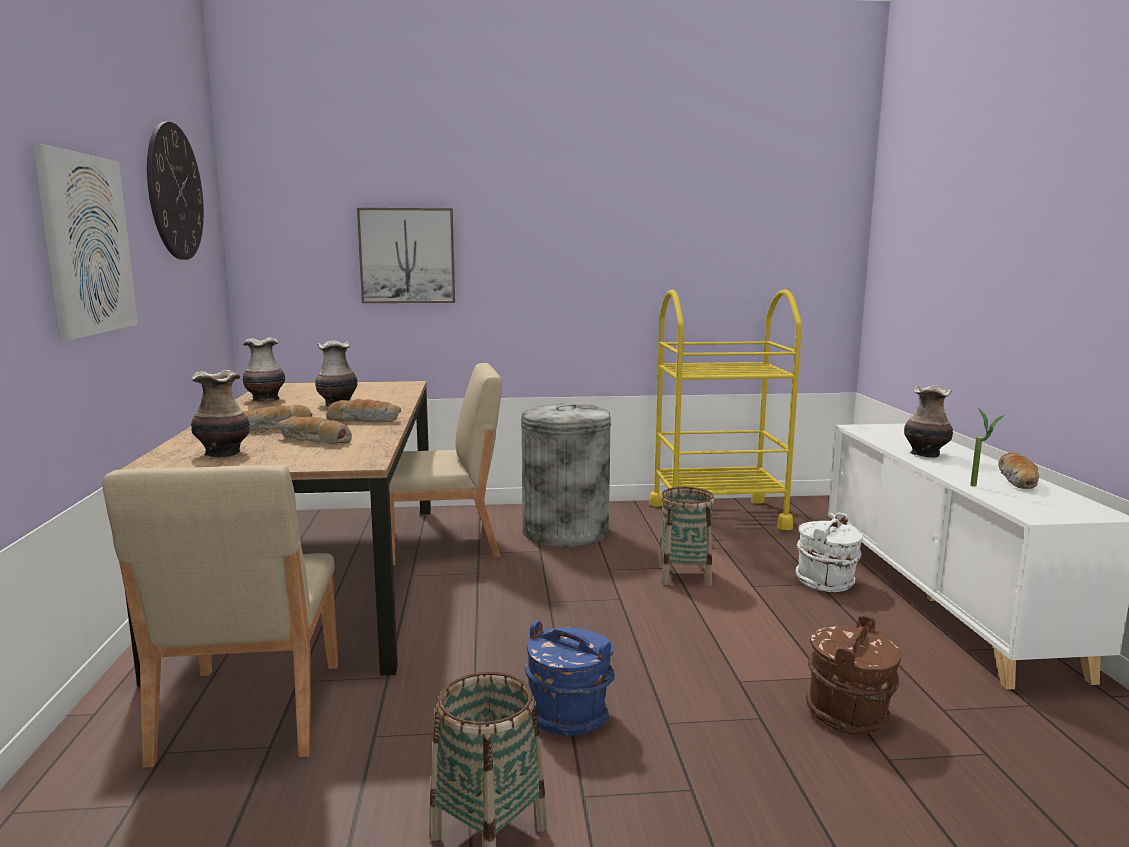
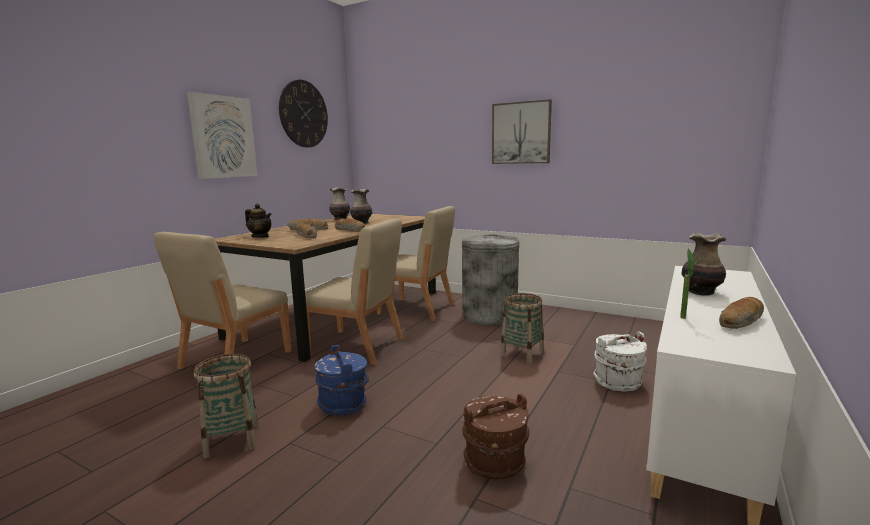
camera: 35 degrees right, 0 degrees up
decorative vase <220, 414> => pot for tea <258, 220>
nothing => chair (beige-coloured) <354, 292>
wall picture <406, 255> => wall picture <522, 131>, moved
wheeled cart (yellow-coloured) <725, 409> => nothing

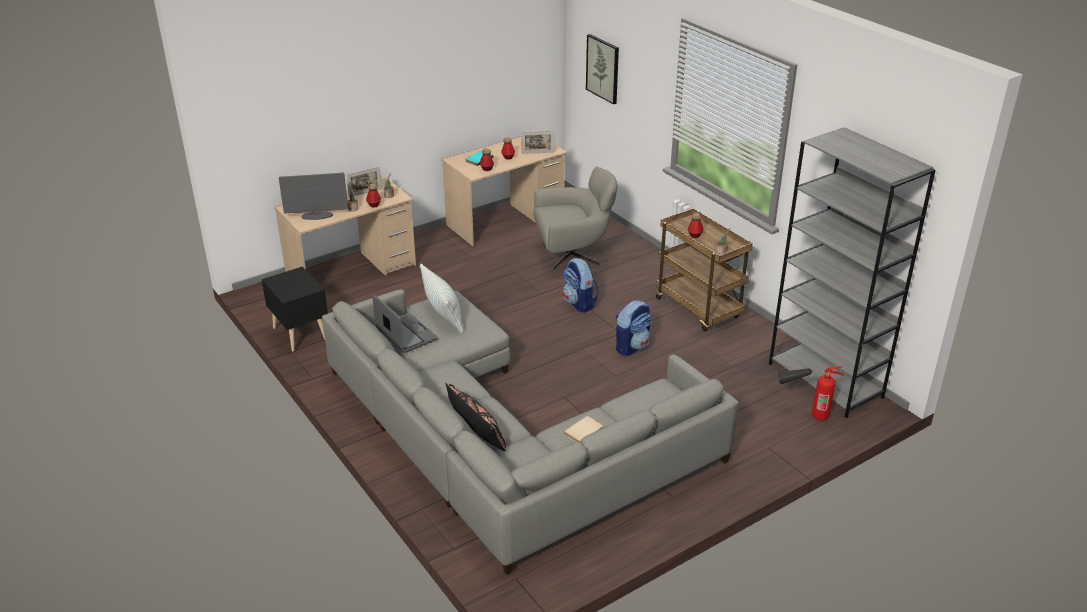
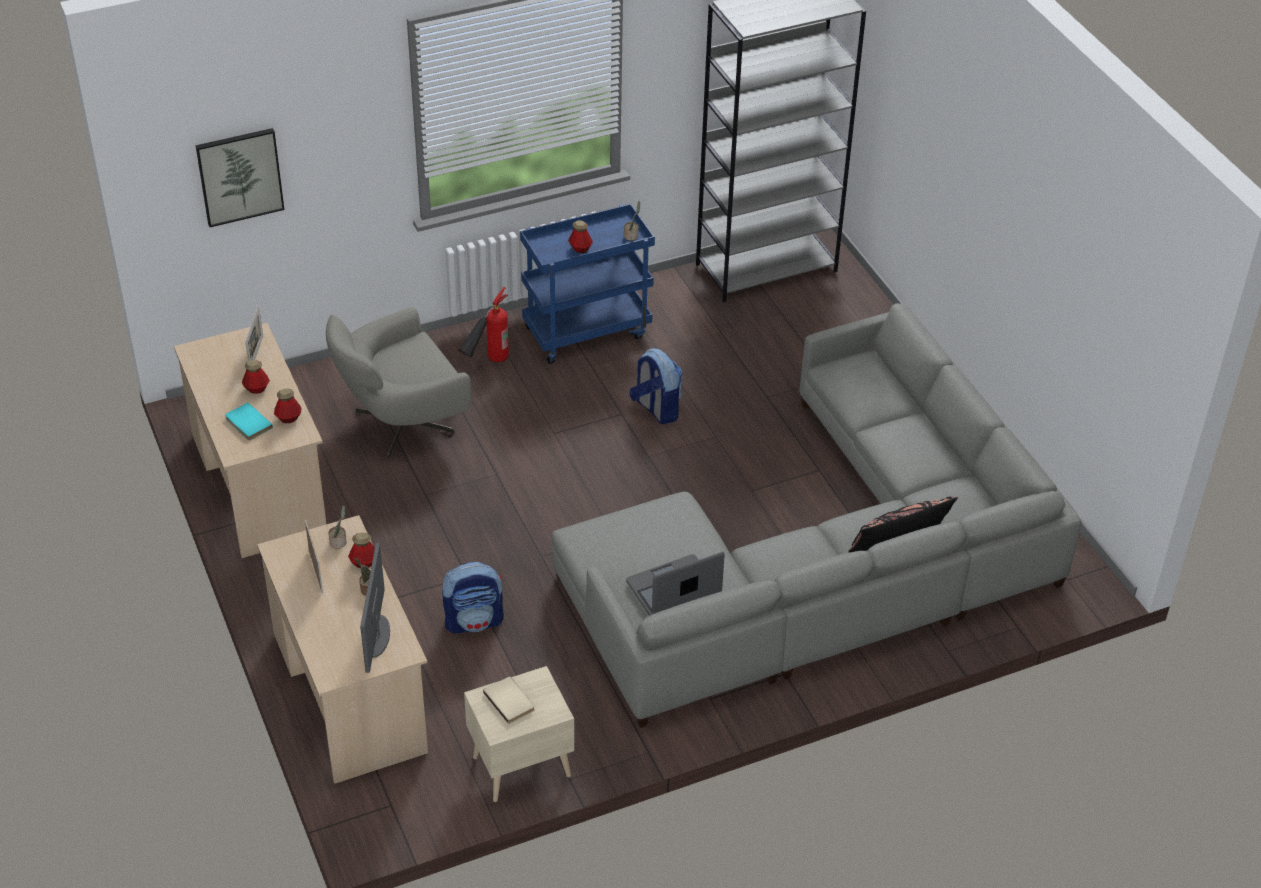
camera: 80 degrees left, 10 degrees up
armchair (gray) <575, 218> => armchair (gray) <398, 382>, 120 degrees counterclockwise
backpack <581, 285> => backpack <473, 597>, moved
fire extinguisher <811, 393> => fire extinguisher <483, 324>, moved
bedside table (blackish) <295, 308> => bedside table (beige-coloured) <519, 734>
bound book (beige-coloured) <583, 429> => bound book (beige-coloured) <509, 700>, moved
wheeled cart (brownish) <704, 269> => wheeled cart (blue-coloured) <587, 284>
cushion <441, 299> => nothing

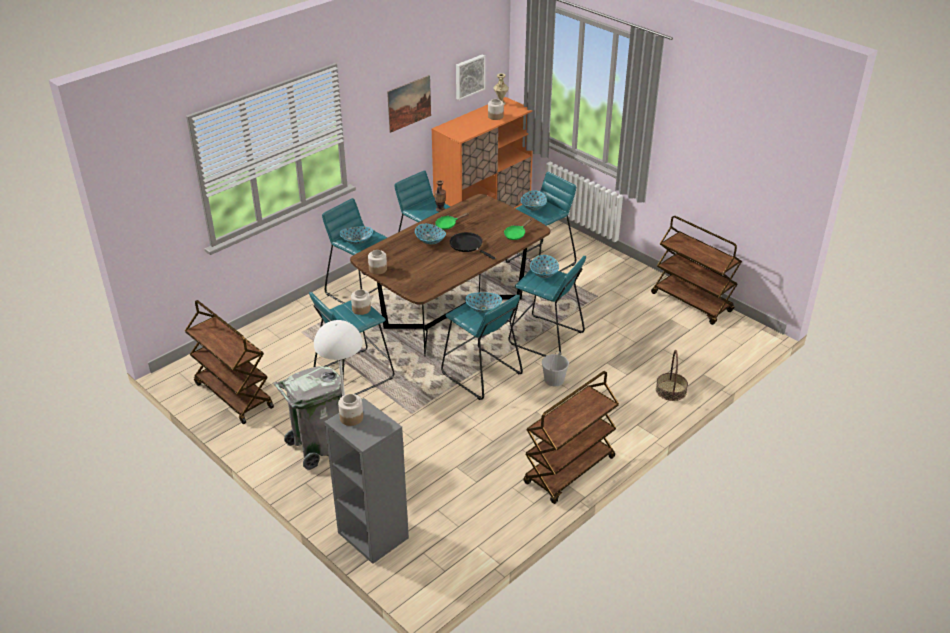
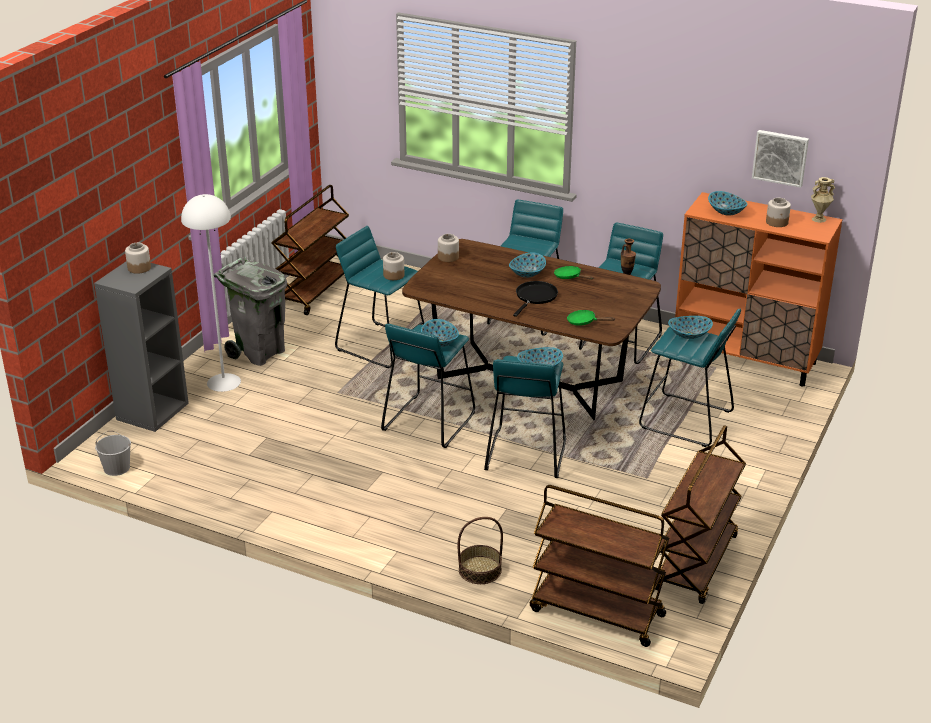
camera: 70 degrees right, 5 degrees down
bucket (whitish) <555, 368> => bucket (whitish) <113, 453>, moved
wheeled cart (brownish) <571, 437> => wheeled cart (brownish) <599, 566>, moved
serving bowl <356, 235> => serving bowl <728, 203>, moved
wall picture <409, 104> => nothing

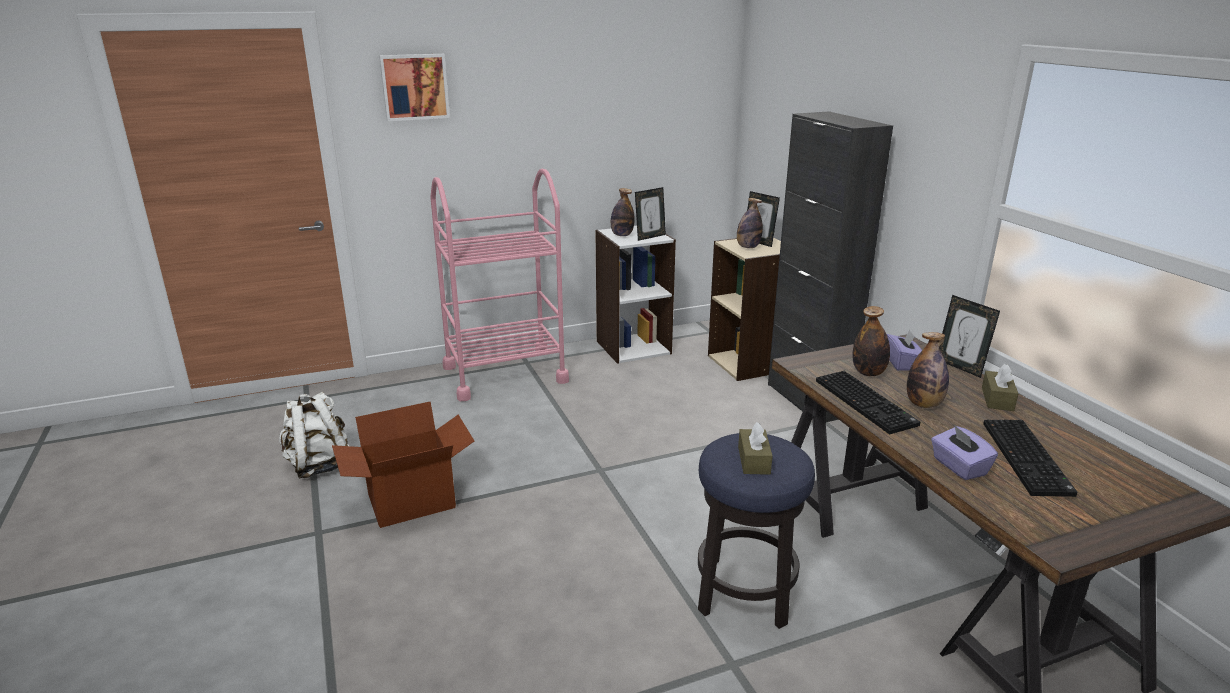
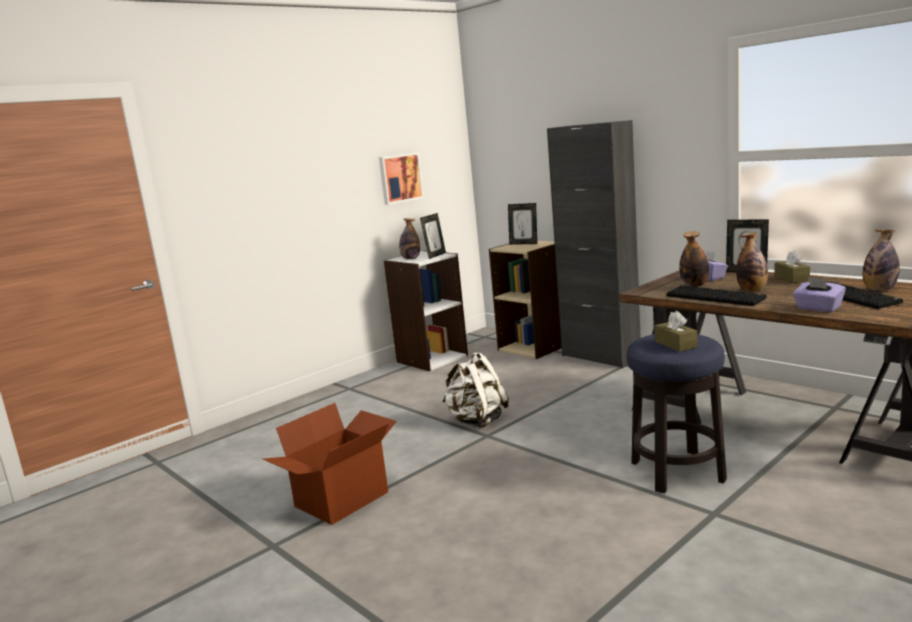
camera: 20 degrees left, 10 degrees down
wall picture <414, 87> => wall picture <401, 178>, moved
backpack (whitish) <314, 435> => backpack (whitish) <475, 390>, moved
bottle <750, 223> => bottle <881, 260>, moved
wheeled cart (pink-coloured) <499, 285> => nothing

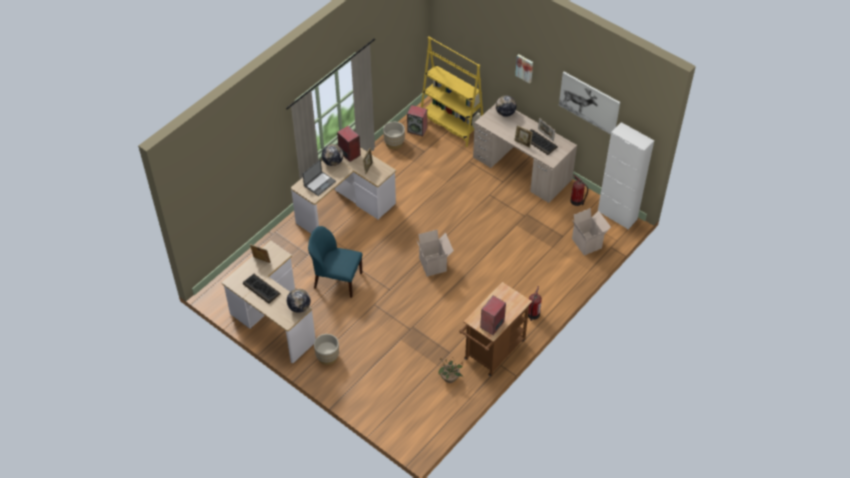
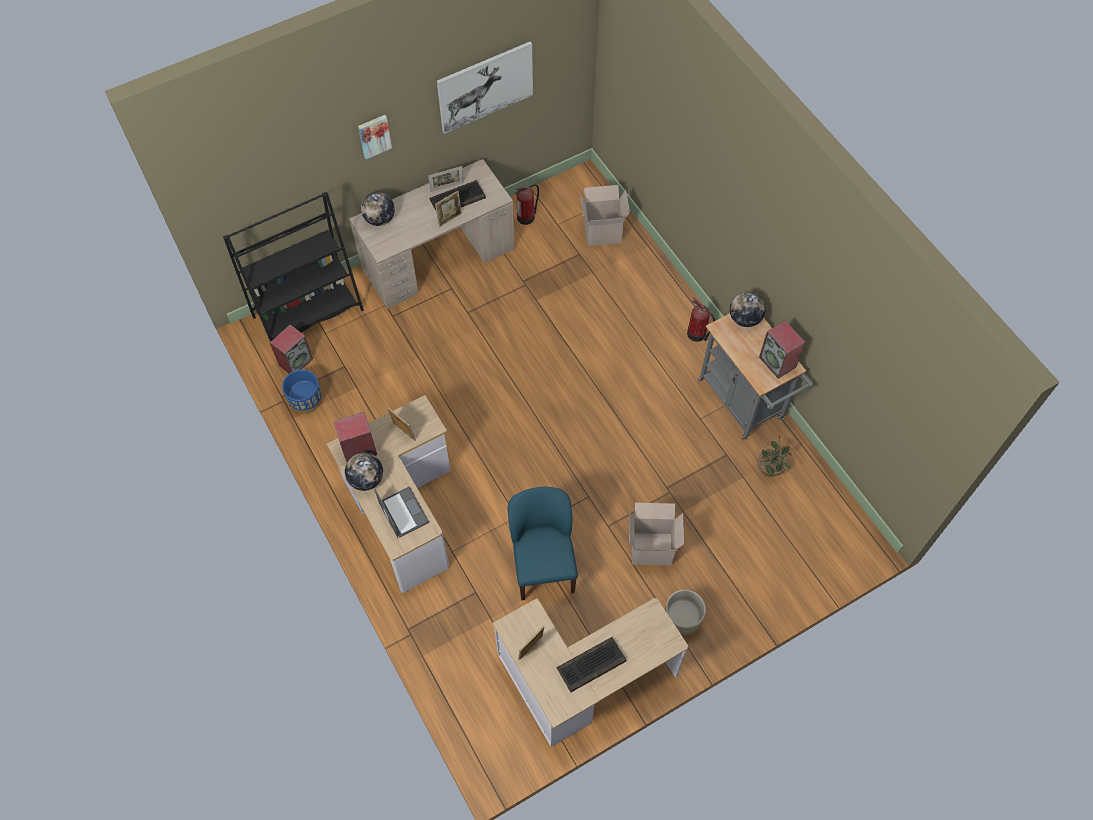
camera: 70 degrees left, 10 degrees up
bookcase (yellow-coloured) <452, 91> => bookcase (blackish) <293, 267>
planter (beige-coloured) <394, 135> => planter (blue-coloured) <301, 391>
chair (blue-coloured) <335, 262> => chair (blue-coloured) <543, 543>, 135 degrees clockwise
packing box <435, 253> => packing box <656, 533>, moved
wheeled cart (brownish) <495, 329> => wheeled cart (gray) <755, 376>
globe <299, 301> => globe <748, 309>, moved
cabinet (whitish) <626, 175> => nothing

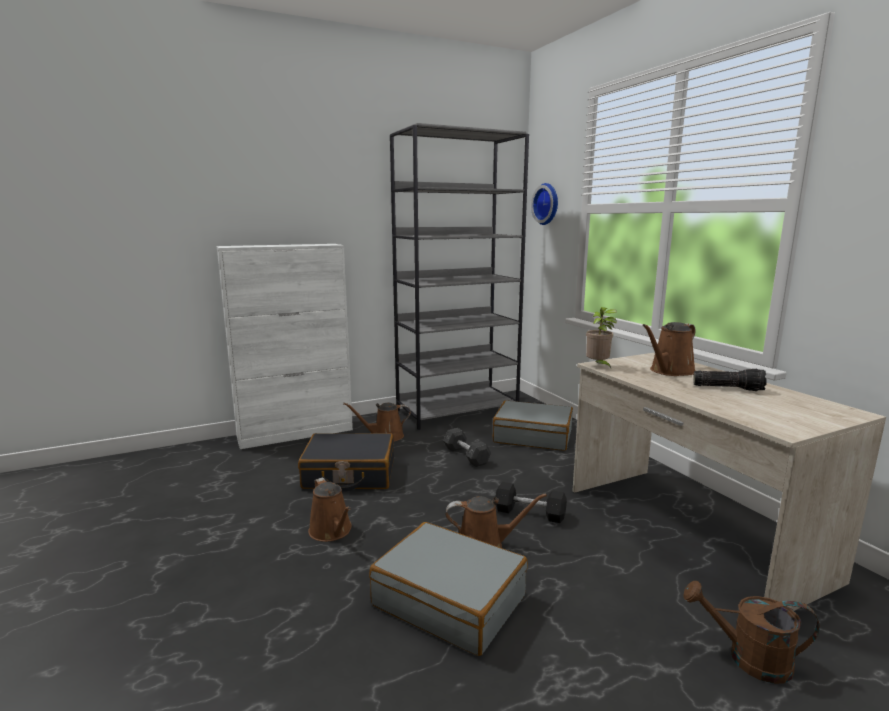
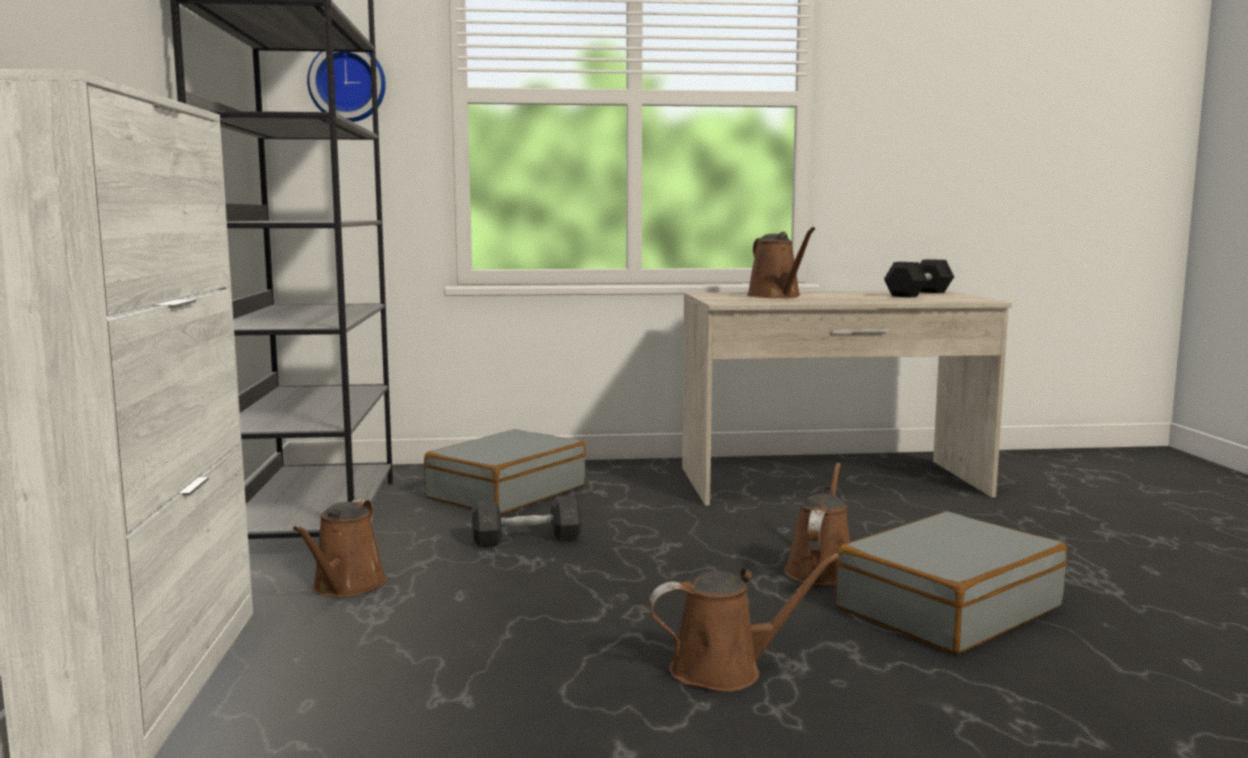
camera: 70 degrees left, 5 degrees down
free weight (blackish) <531, 502> => free weight (blackish) <919, 278>, moved
piece of luggage (blackish) <346, 462> => nothing
plant in a pot <601, 337> => nothing
sprinkling can (brownish) <751, 632> => nothing
hand torch <730, 380> => nothing

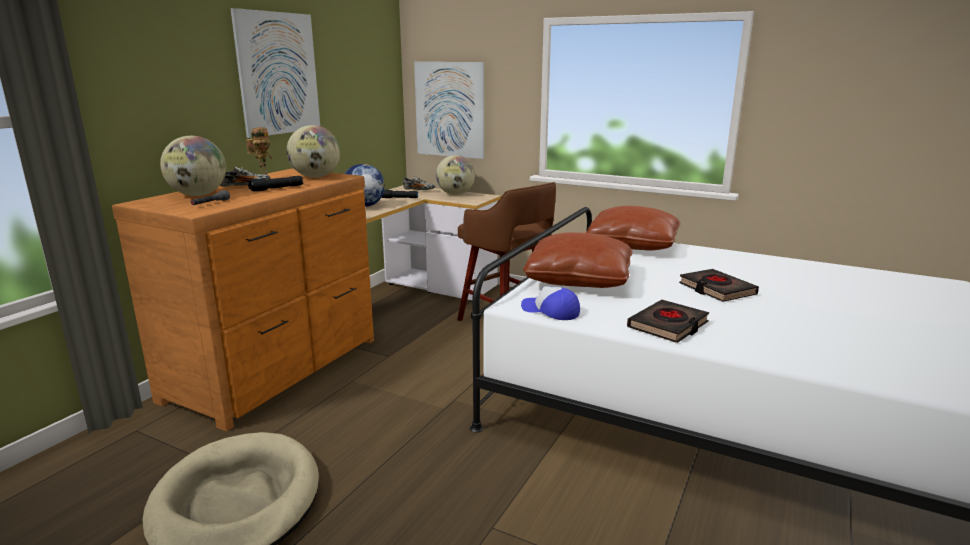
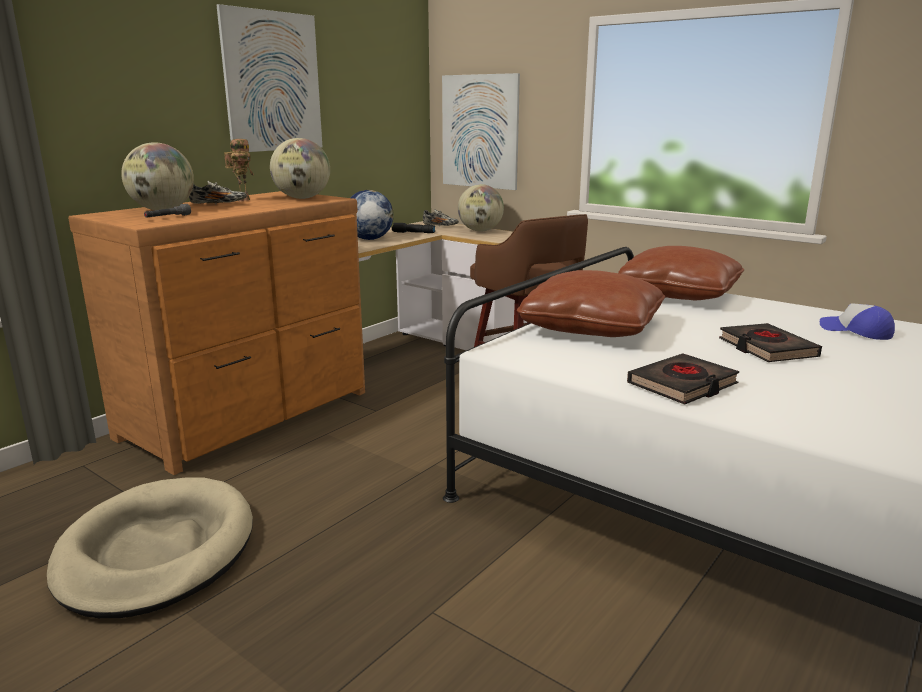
camera: 10 degrees right, 0 degrees up
baseball cap <550, 303> => baseball cap <857, 321>, moved
hand torch (blackish) <275, 184> => nothing

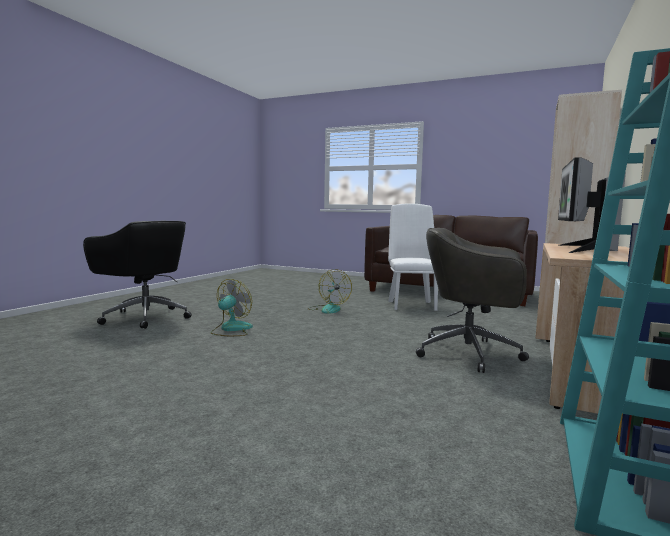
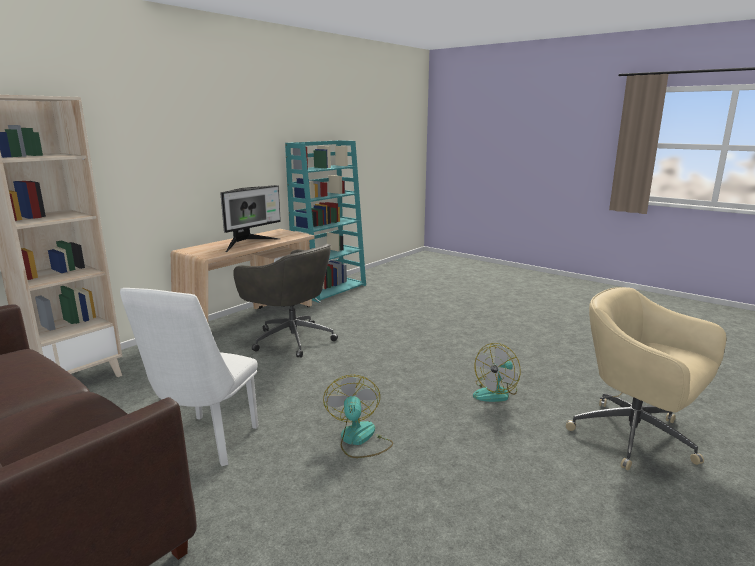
camera: 165 degrees left, 10 degrees up
desk chair (blackish) <137, 275> => desk chair (beige-coloured) <646, 379>

